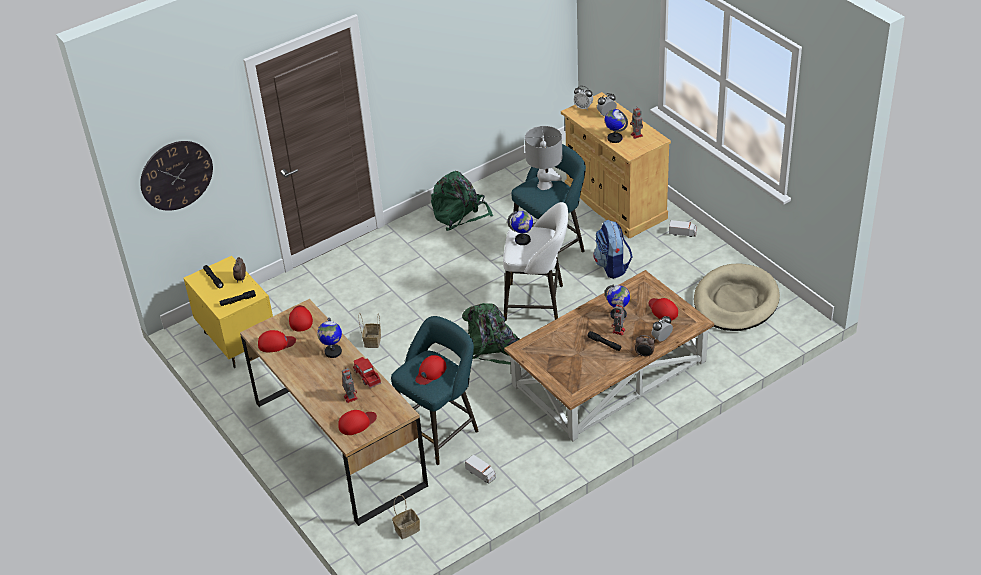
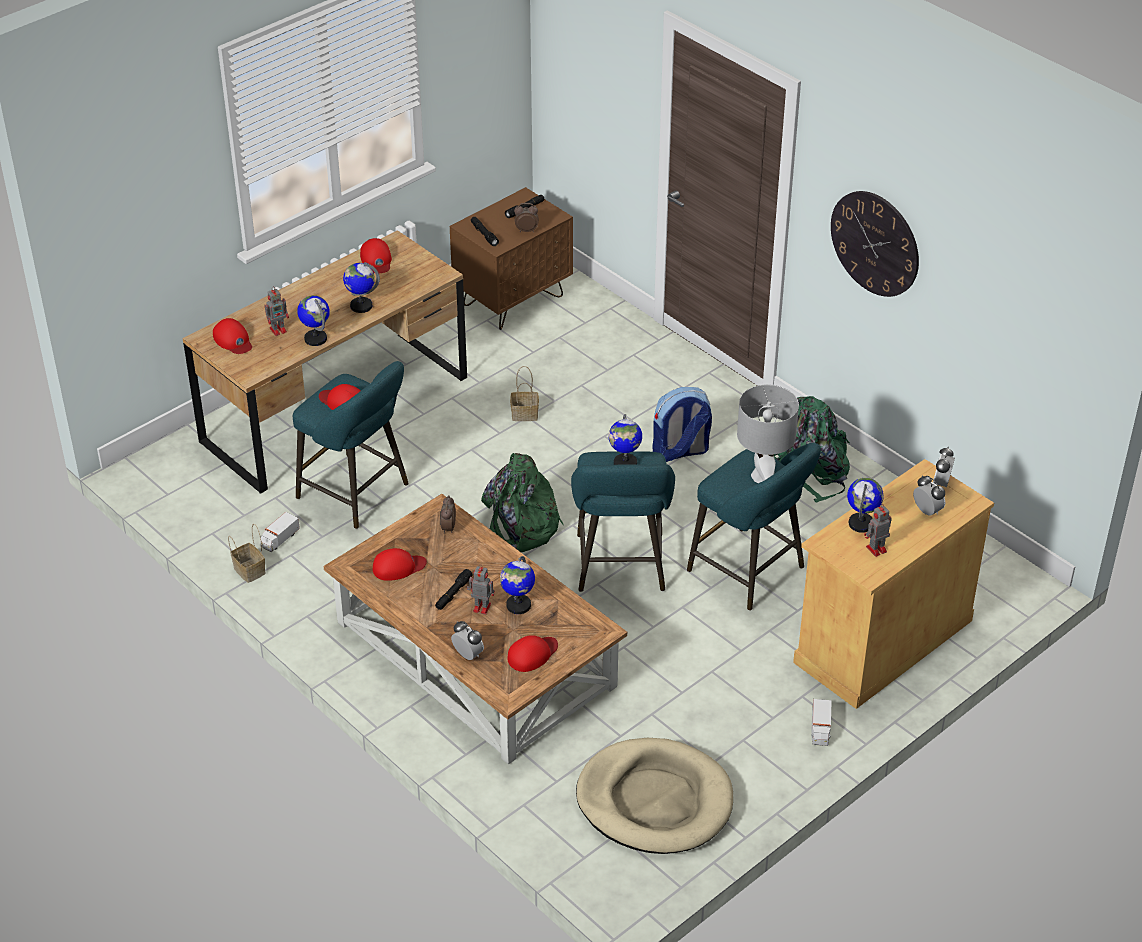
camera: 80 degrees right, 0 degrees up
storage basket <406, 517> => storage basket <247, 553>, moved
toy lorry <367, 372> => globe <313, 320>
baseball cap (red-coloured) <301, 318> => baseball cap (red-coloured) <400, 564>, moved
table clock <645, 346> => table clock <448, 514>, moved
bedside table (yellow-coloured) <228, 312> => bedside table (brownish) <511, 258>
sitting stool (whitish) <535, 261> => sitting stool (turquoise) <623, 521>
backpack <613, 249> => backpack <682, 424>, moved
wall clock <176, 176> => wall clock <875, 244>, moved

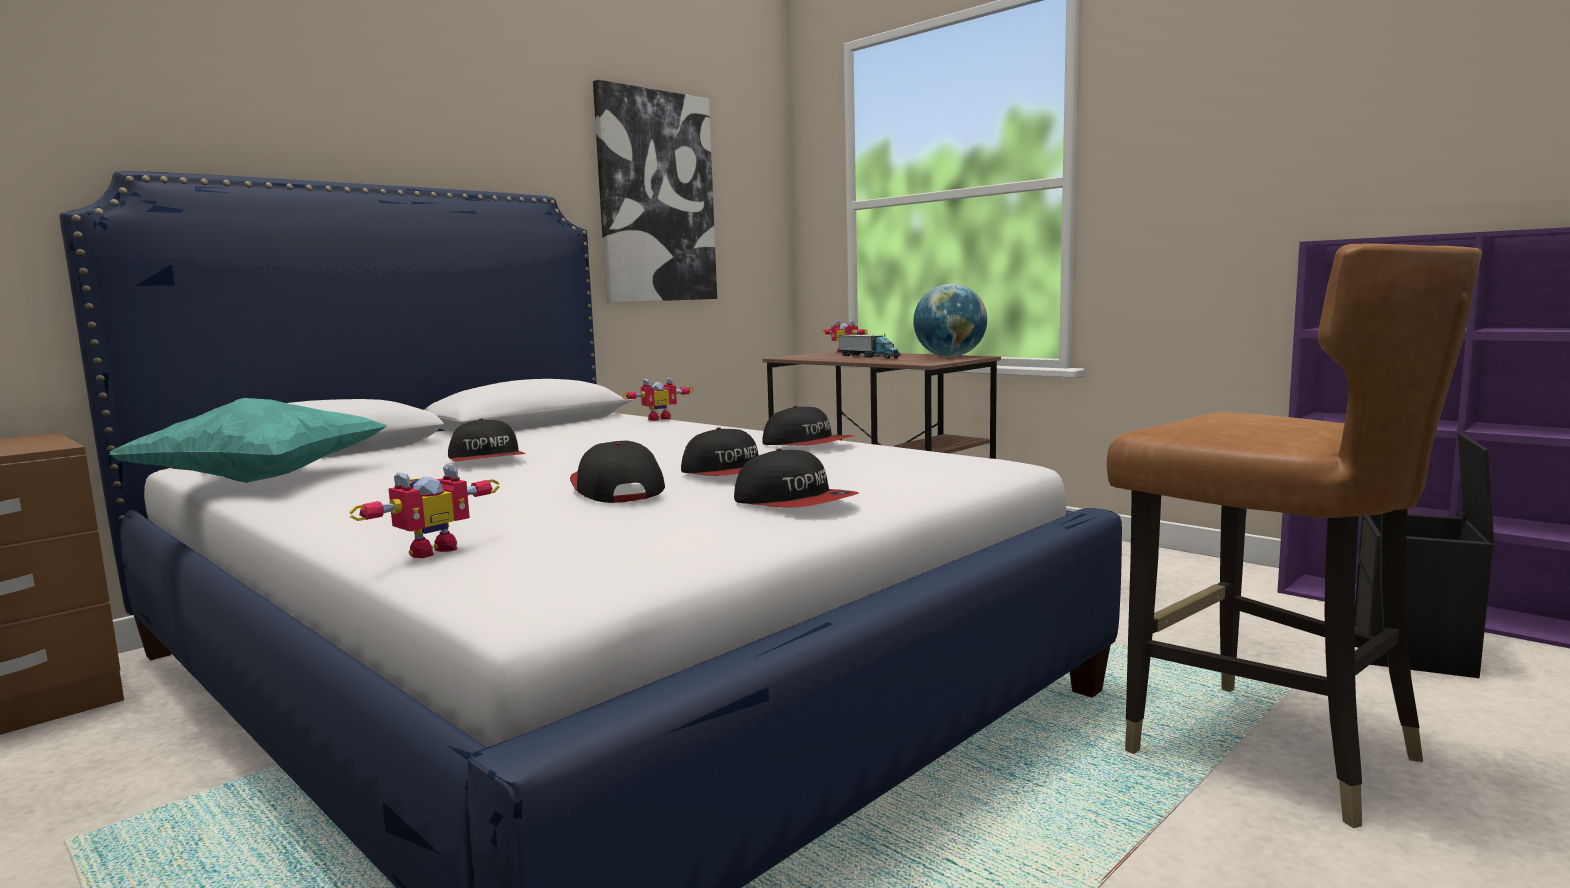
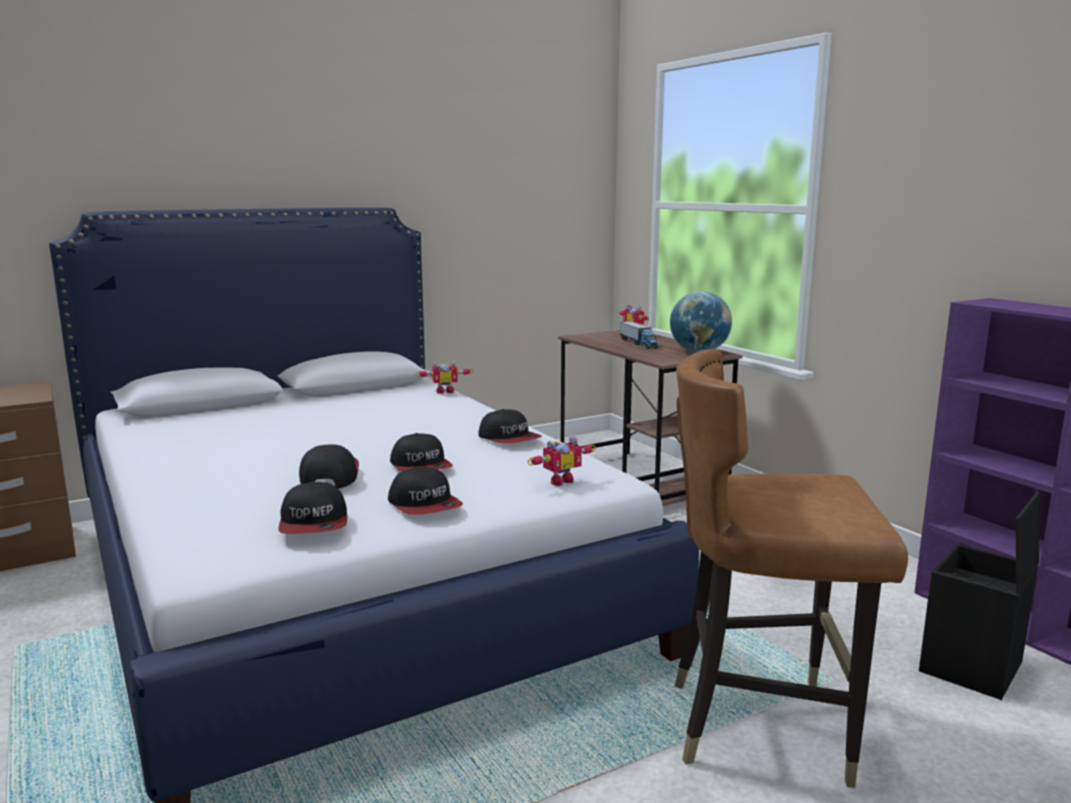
camera: 15 degrees right, 5 degrees up
baseball cap <486, 440> => baseball cap <312, 508>, moved
model robot <424, 510> => model robot <561, 461>, moved
chair (brownish) <1294, 535> => chair (brownish) <791, 568>, 120 degrees clockwise
cushion (turquoise) <248, 440> => nothing
wall picture <655, 191> => nothing

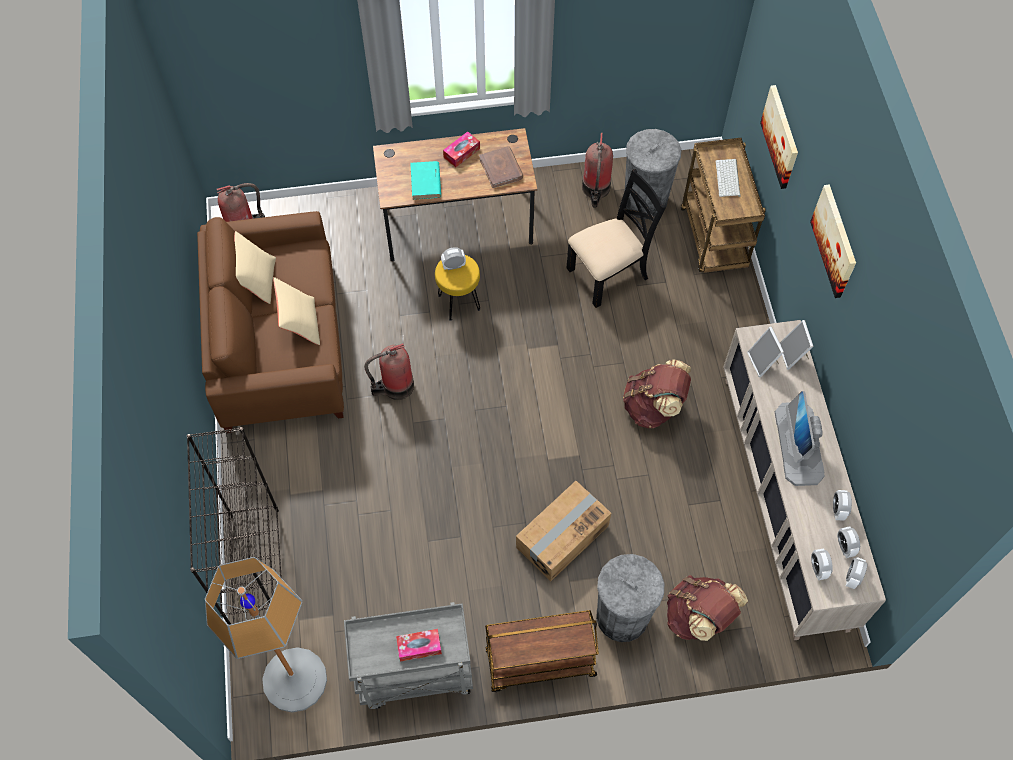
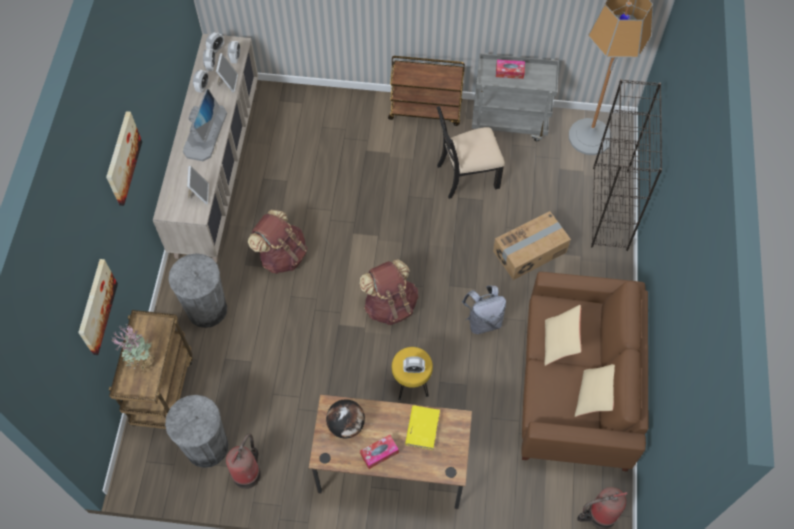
camera: 165 degrees left, 0 degrees up
keyboard <728, 178> => plant in a pot <132, 349>
waste bin (gray) <630, 598> => waste bin (gray) <197, 290>, moved
picture frame <796, 345> => picture frame <227, 73>, moved
bound book (brownish) <501, 167> => globe <345, 418>
backpack (brownish) <707, 608> => backpack (brownish) <388, 292>, moved
bound book (turquoise) <425, 180> => bound book (yellow-coloured) <422, 427>
chair (blackish) <616, 238> => chair (blackish) <471, 152>, moved
fire extinguisher <389, 371> => backpack (gray) <484, 309>
packing box <563, 531> => packing box <532, 245>, moved

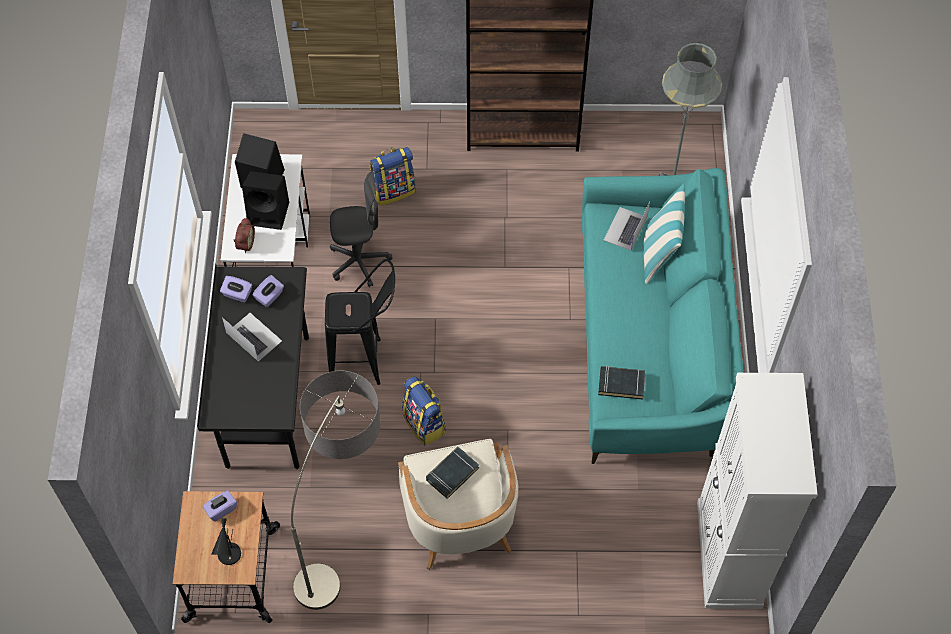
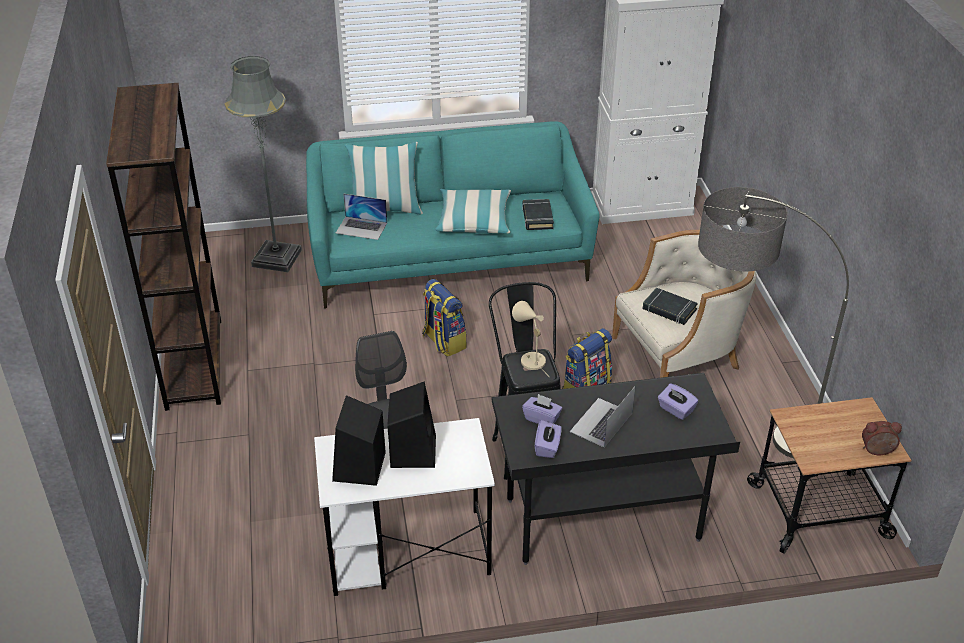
camera: 100 degrees left, 20 degrees down
backpack <392, 176> => backpack <444, 317>, moved
nothing => cushion <473, 211>
nothing => tabletop lamp (beige-coloured) <530, 339>
tissue box (purplish) <220, 505> => tissue box (purplish) <678, 402>, moved
table clock <244, 235> => table clock <882, 438>, moved
tabletop lamp (blackish) <226, 541> => nothing

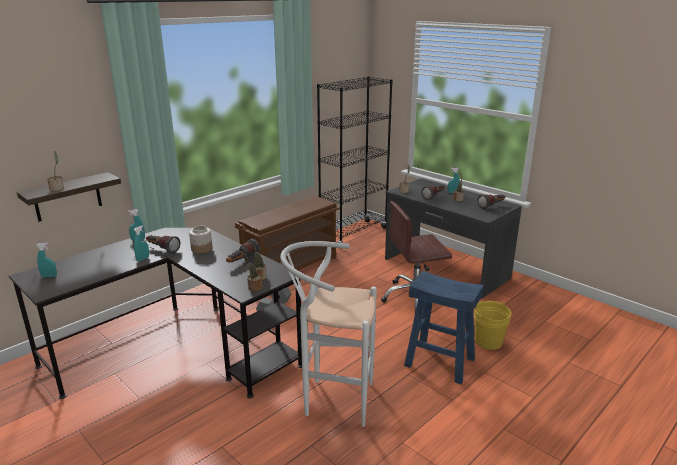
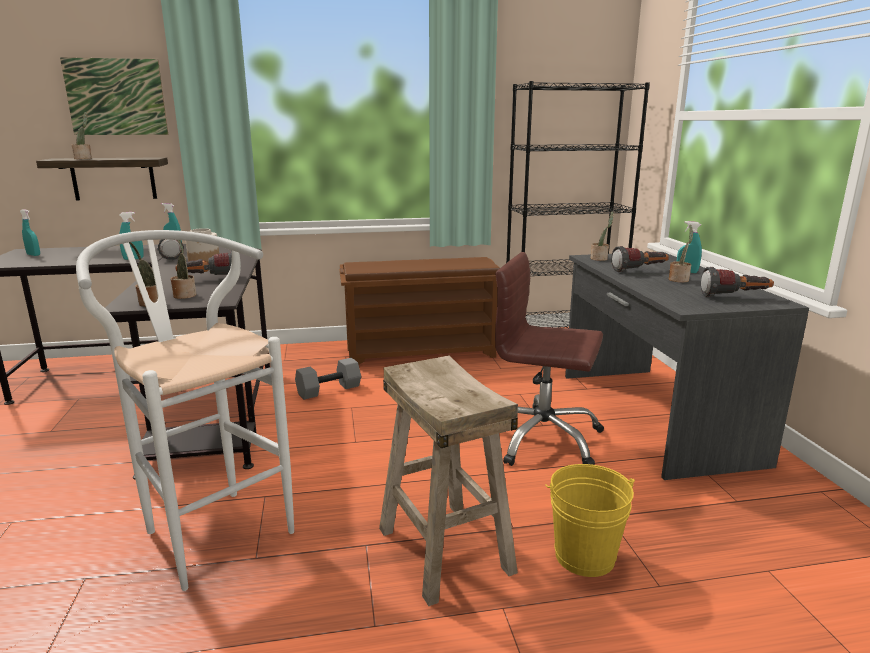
camera: 35 degrees right, 5 degrees down
nothing => wall picture <114, 96>
sitting stool (blue-coloured) <444, 327> => sitting stool (beige-coloured) <448, 480>

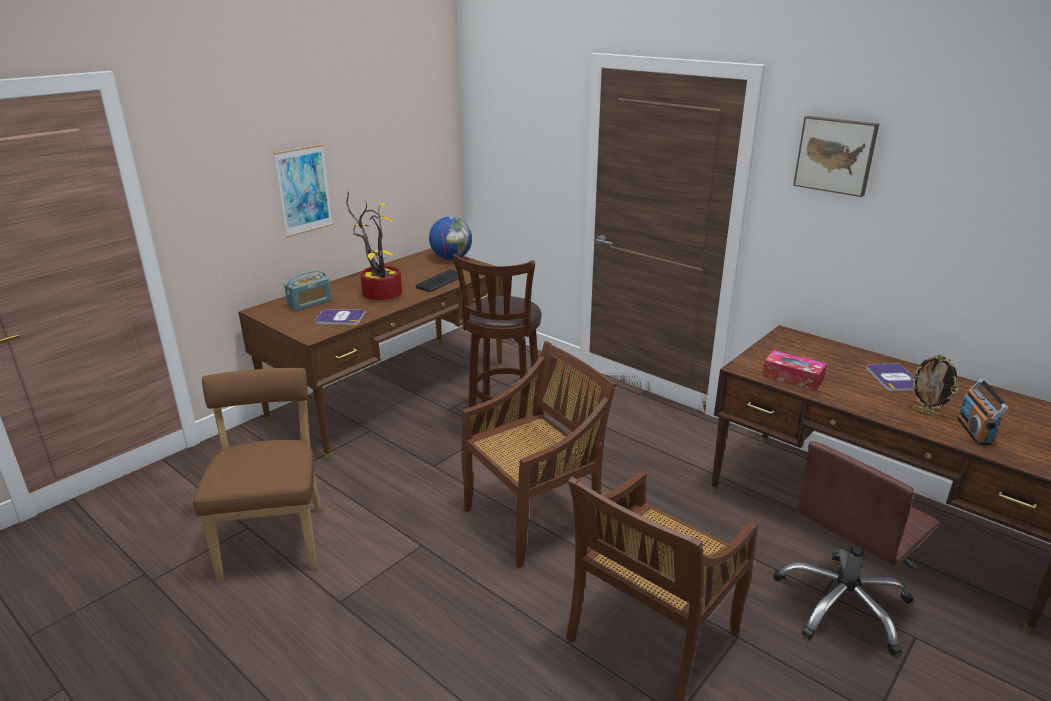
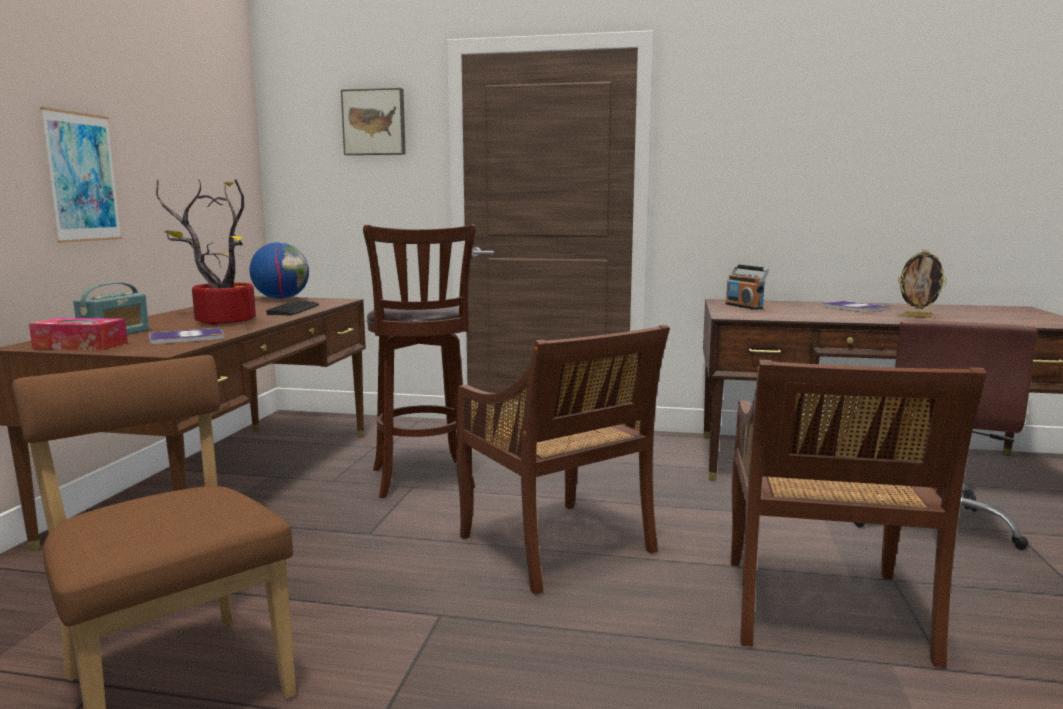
camera: 30 degrees left, 15 degrees down
tissue box <794, 370> => tissue box <78, 334>, moved
wall picture <836, 156> => wall picture <373, 121>, moved
chair (brownish) <539, 454> => chair (brownish) <563, 460>, 120 degrees clockwise
radio <983, 412> => radio <747, 287>, moved

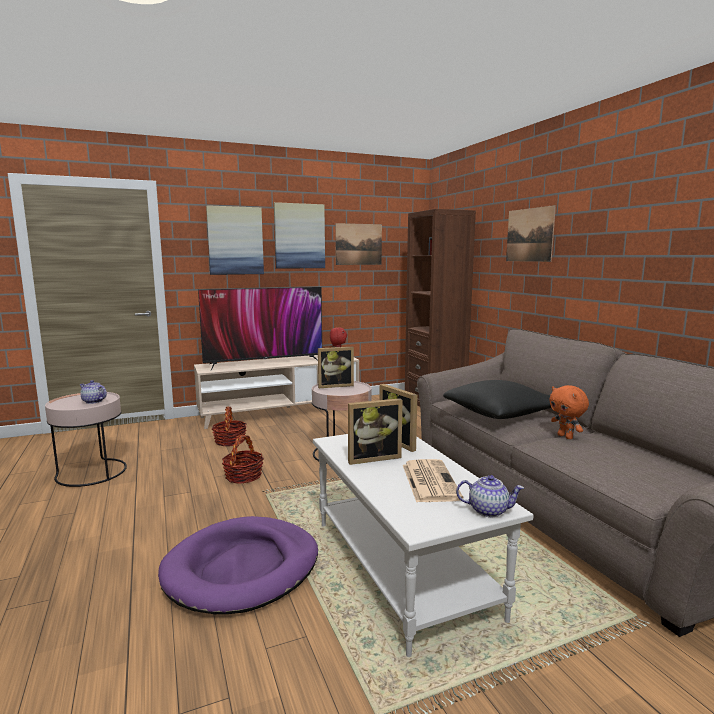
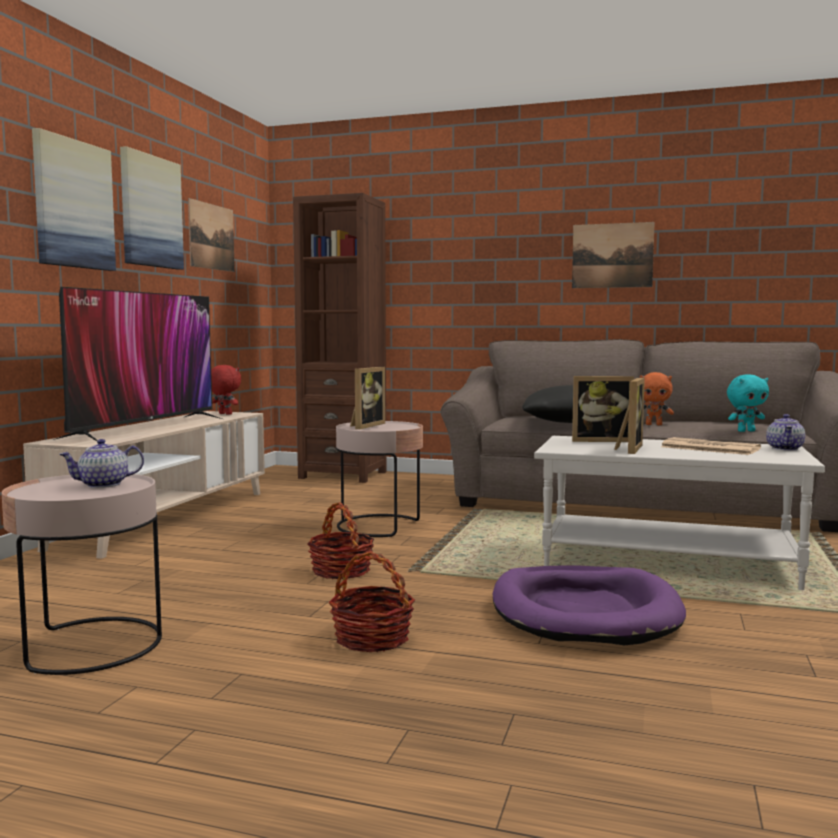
camera: 50 degrees left, 5 degrees down
storage basket <229, 426> => storage basket <372, 601>, moved
wall picture <531, 233> => wall picture <613, 255>, moved
nothing => cuddly toy (turquoise) <748, 403>
pot for tea <490, 496> => pot for tea <785, 432>, 150 degrees clockwise

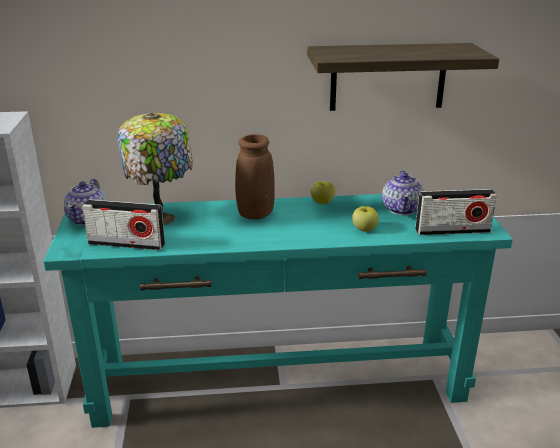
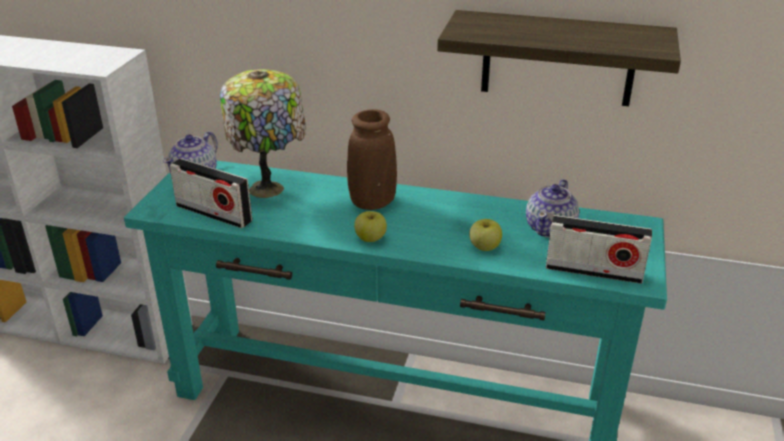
camera: 20 degrees right, 5 degrees up
whole apple <322, 192> => whole apple <370, 226>, moved

